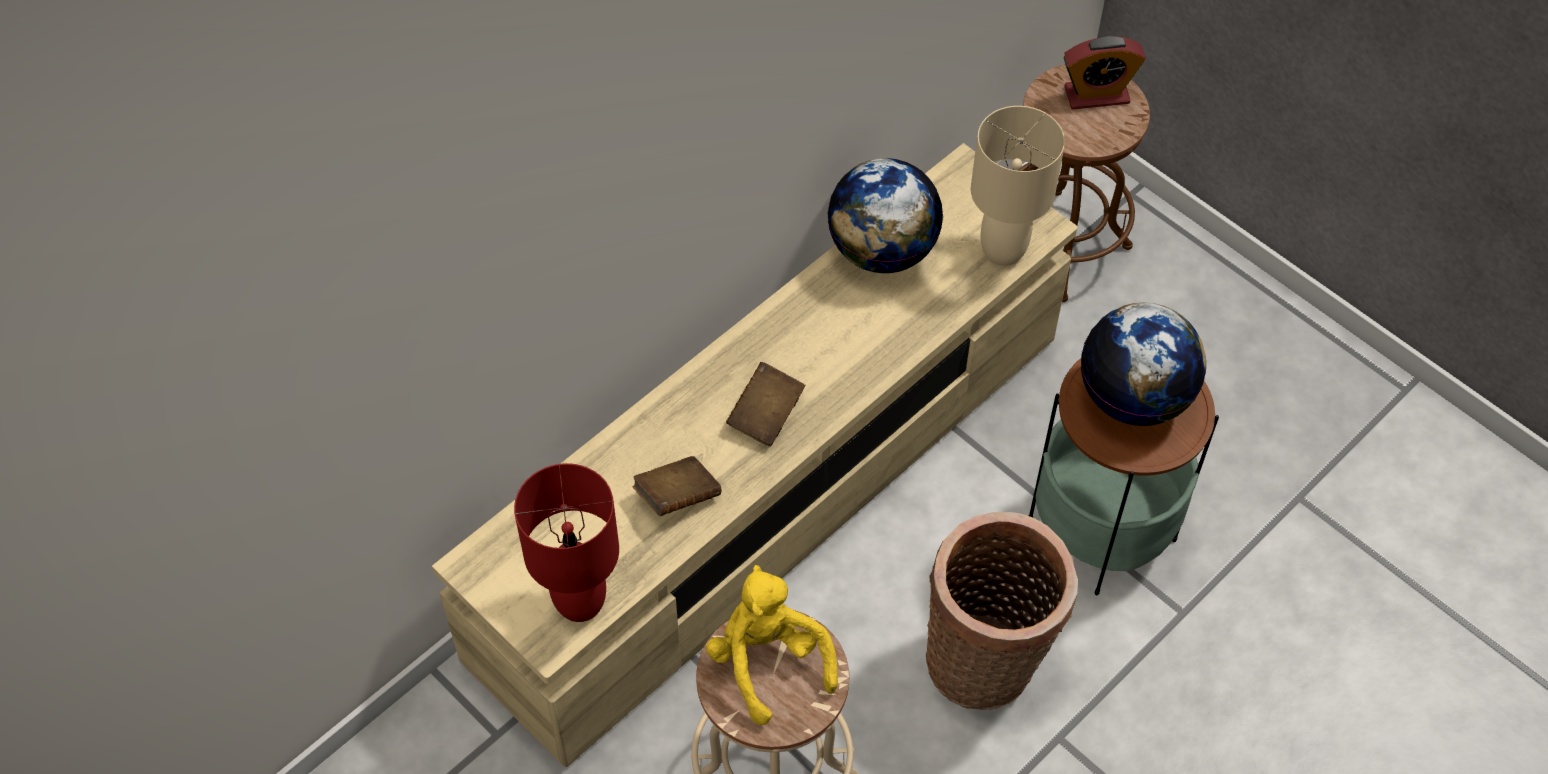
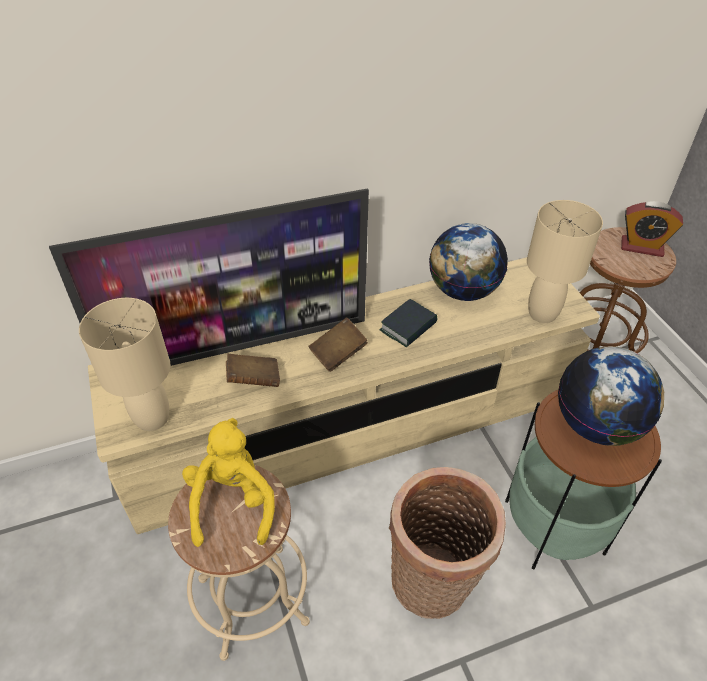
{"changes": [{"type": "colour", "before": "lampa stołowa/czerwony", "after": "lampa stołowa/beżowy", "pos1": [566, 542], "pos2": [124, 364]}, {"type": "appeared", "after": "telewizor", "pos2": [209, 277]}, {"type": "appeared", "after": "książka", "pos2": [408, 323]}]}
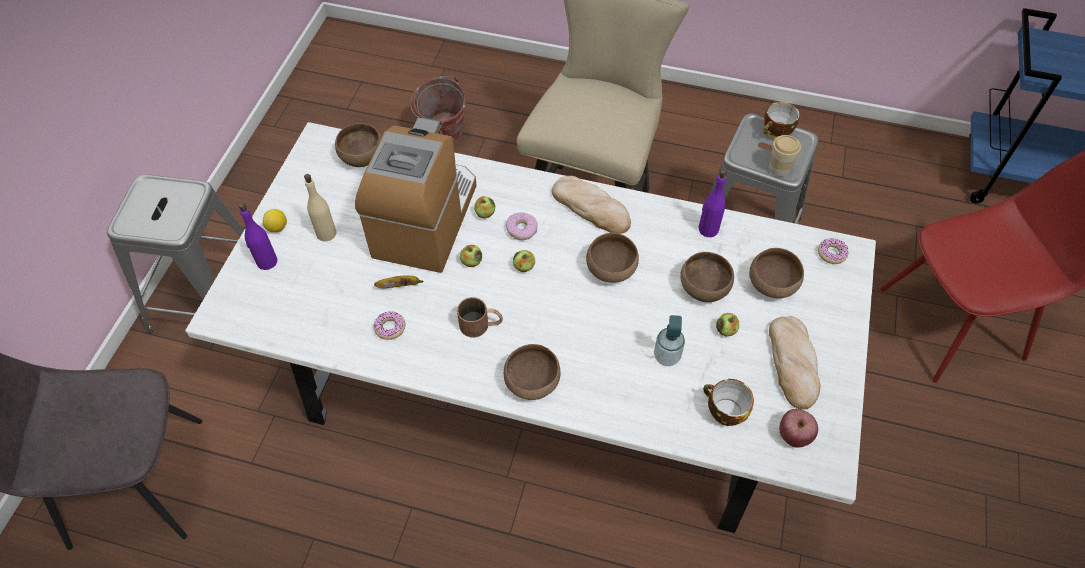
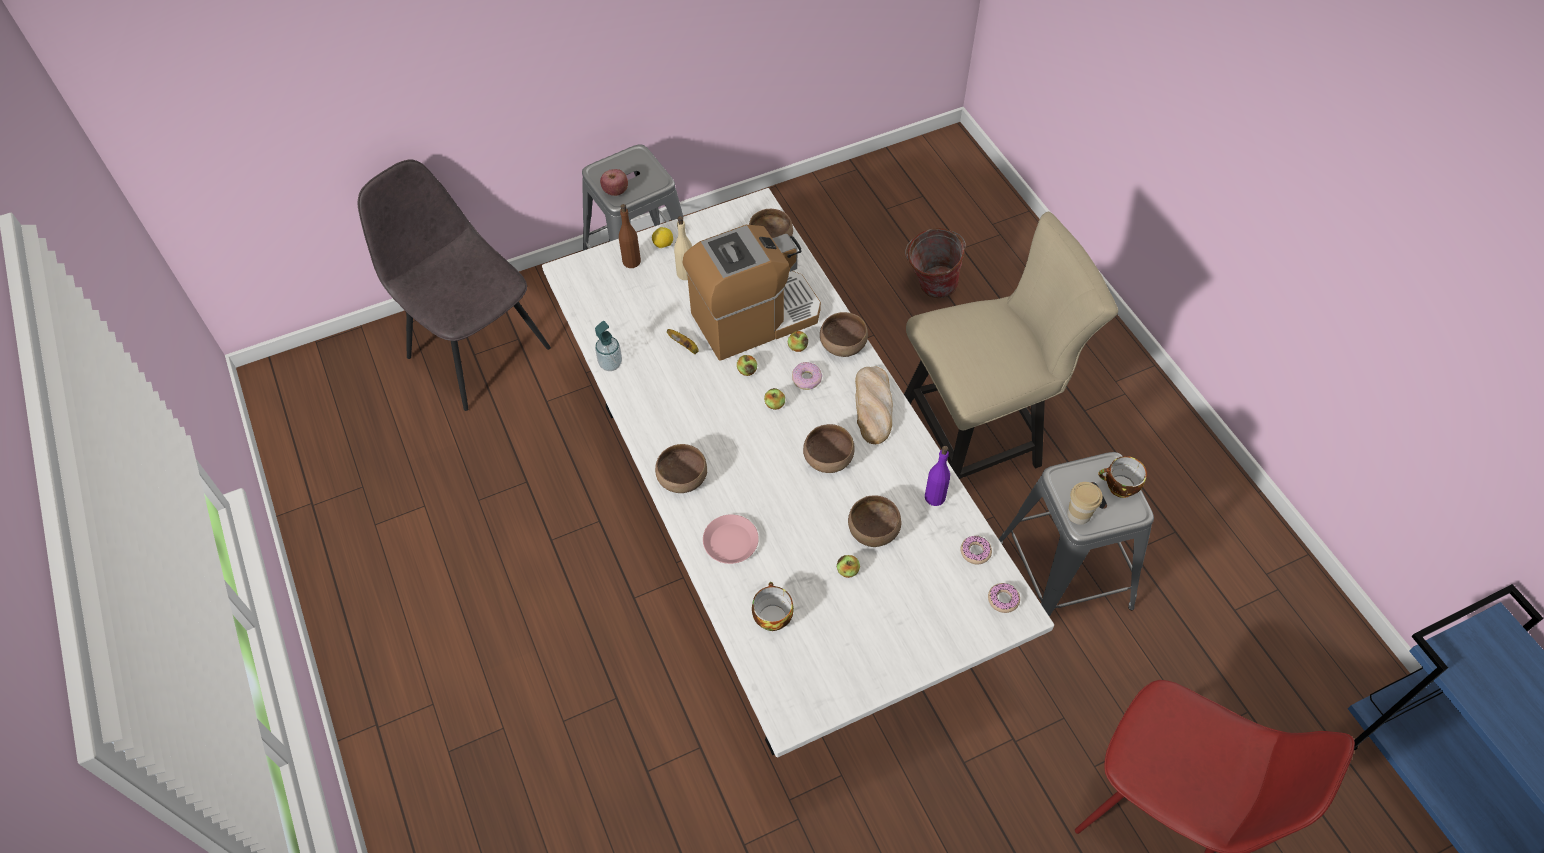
{"changes": [{"type": "colour", "before": "butelka/fioletowy", "after": "butelka/brązowy", "pos1": [258, 236], "pos2": [630, 236]}, {"type": "relocated", "before": "donut", "pos1": [389, 325], "pos2": [976, 550]}, {"type": "missing", "before": "kubek/brązowy", "pos1": [480, 317]}, {"type": "relocated", "before": "dozownik mydła", "pos1": [669, 340], "pos2": [608, 346]}, {"type": "relocated", "before": "miska/brązowy", "pos1": [776, 273], "pos2": [844, 334]}, {"type": "missing", "before": "chleb", "pos1": [794, 362]}, {"type": "relocated", "before": "jabłko", "pos1": [798, 428], "pos2": [614, 182]}, {"type": "appeared", "after": "talerz/różowy", "pos2": [731, 539]}]}
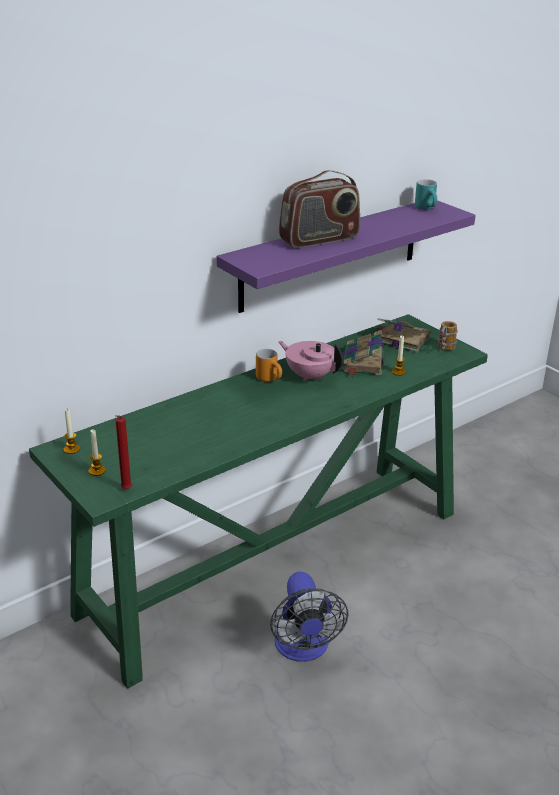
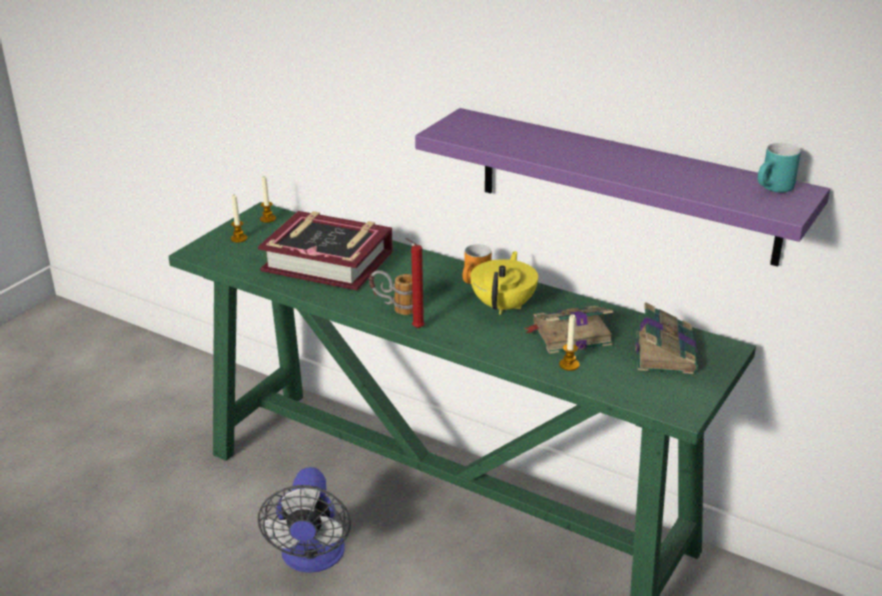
{"changes": [{"type": "relocated", "before": "świeca/czerwony", "pos1": [123, 452], "pos2": [415, 283]}, {"type": "spun", "before": "wentylator", "pos1": [309, 617], "pos2": [304, 520], "turn": -60}, {"type": "colour", "before": "imbryk/różowy", "after": "imbryk/żółty", "pos1": [310, 361], "pos2": [504, 283]}, {"type": "missing", "before": "radio", "pos1": [319, 209]}, {"type": "relocated", "before": "kubek", "pos1": [448, 336], "pos2": [391, 292]}, {"type": "appeared", "after": "książka", "pos2": [325, 251]}]}
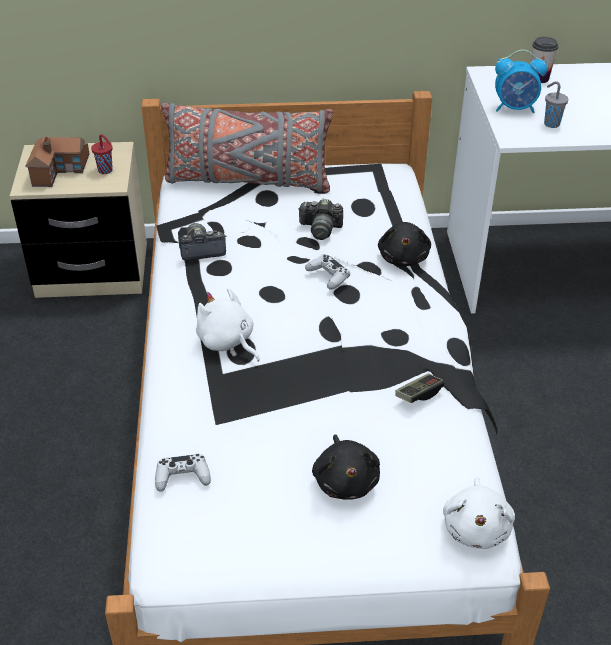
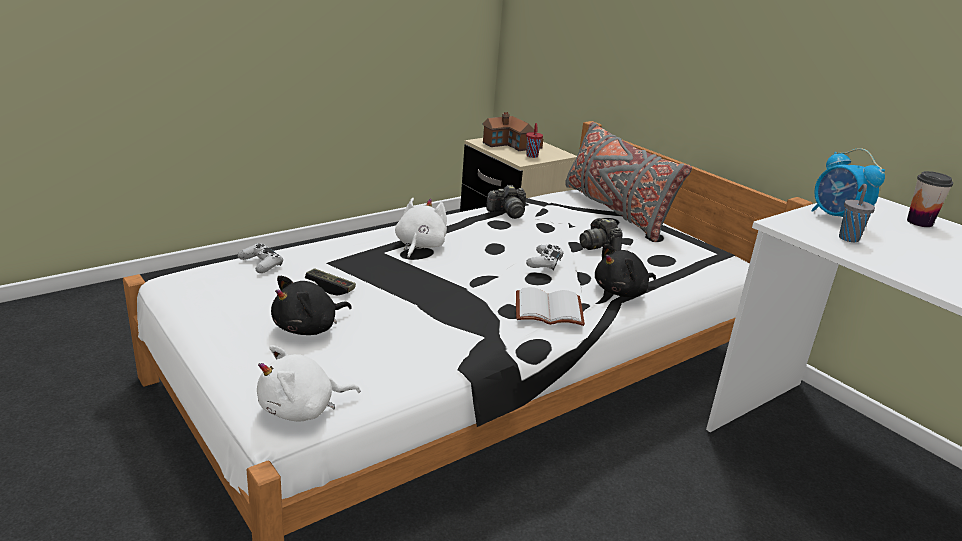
{"changes": [{"type": "spun", "before": "aparat fotograficzny", "pos1": [202, 242], "pos2": [506, 202], "turn": 120}, {"type": "relocated", "before": "pad do gier", "pos1": [419, 388], "pos2": [330, 282]}, {"type": "appeared", "after": "książka/biały", "pos2": [550, 306]}]}
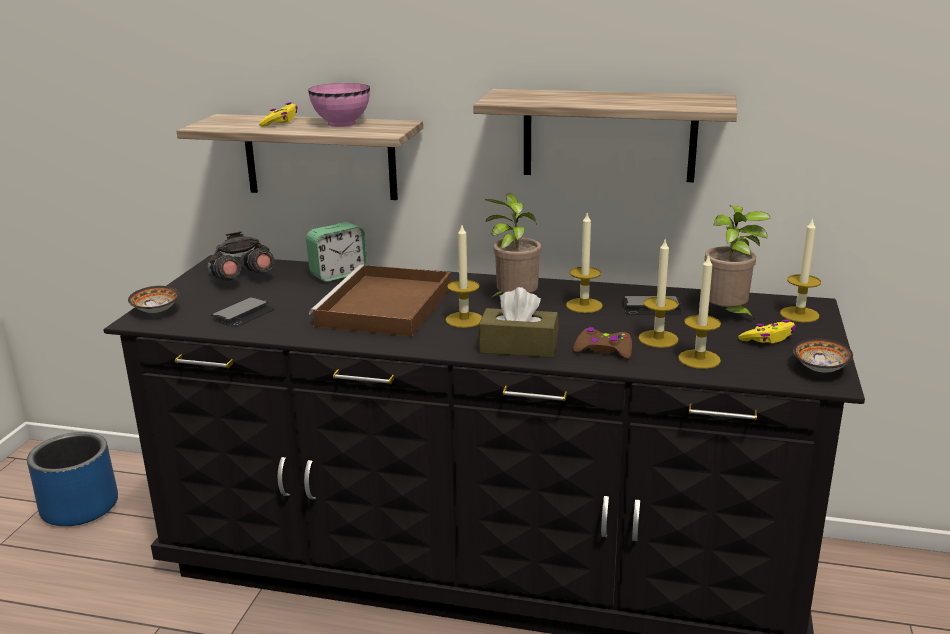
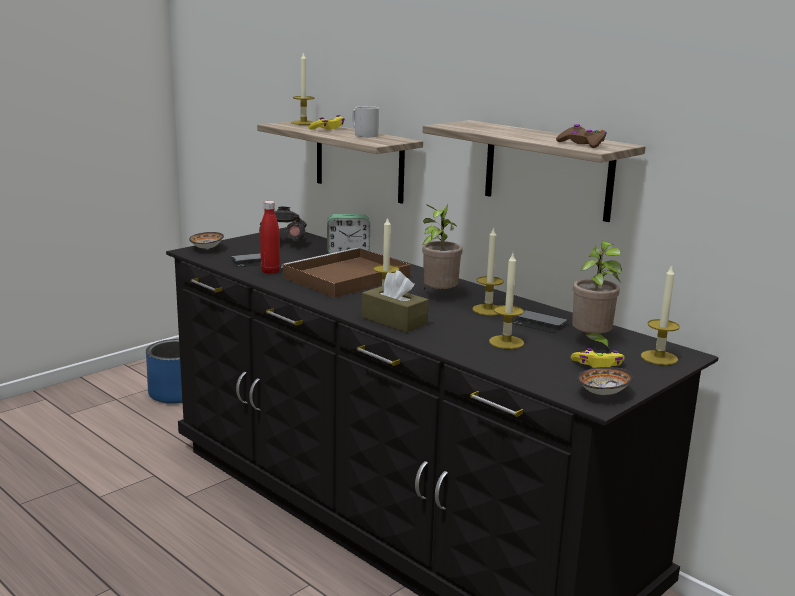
{"changes": [{"type": "exchanged", "before": "miska/różowy", "after": "kubek/biały", "pos1": [339, 105], "pos2": [365, 121]}, {"type": "relocated", "before": "pad do gier/brązowy", "pos1": [602, 343], "pos2": [581, 136]}, {"type": "relocated", "before": "świeca", "pos1": [699, 311], "pos2": [303, 88]}, {"type": "appeared", "after": "butelka/czerwony", "pos2": [270, 237]}]}
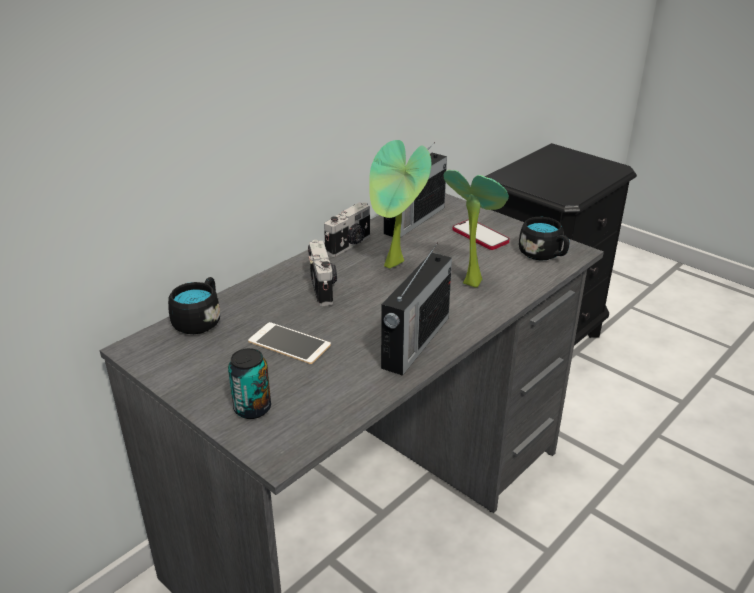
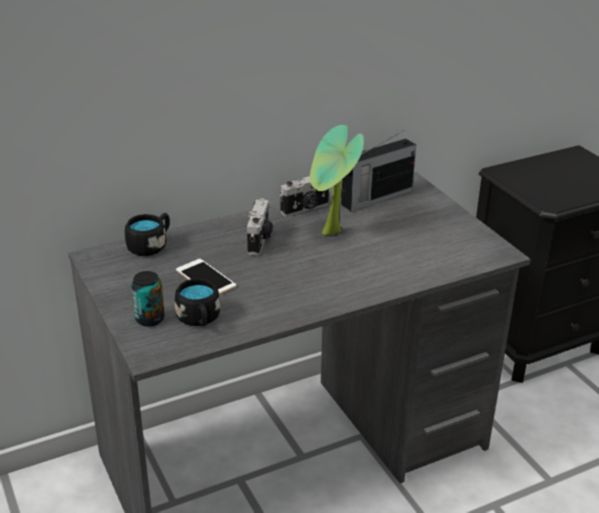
{"changes": [{"type": "missing", "before": "radio", "pos1": [416, 309]}, {"type": "missing", "before": "roślina doniczkowa", "pos1": [476, 229]}, {"type": "missing", "before": "telefon", "pos1": [481, 235]}, {"type": "relocated", "before": "kubek/czarny", "pos1": [544, 238], "pos2": [197, 302]}]}
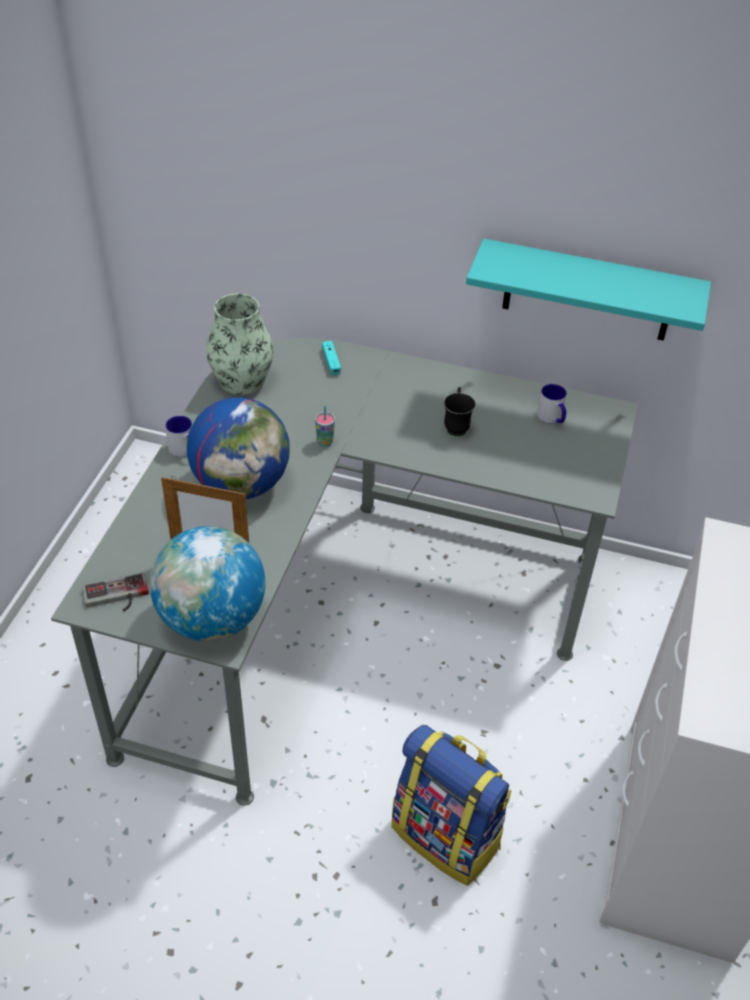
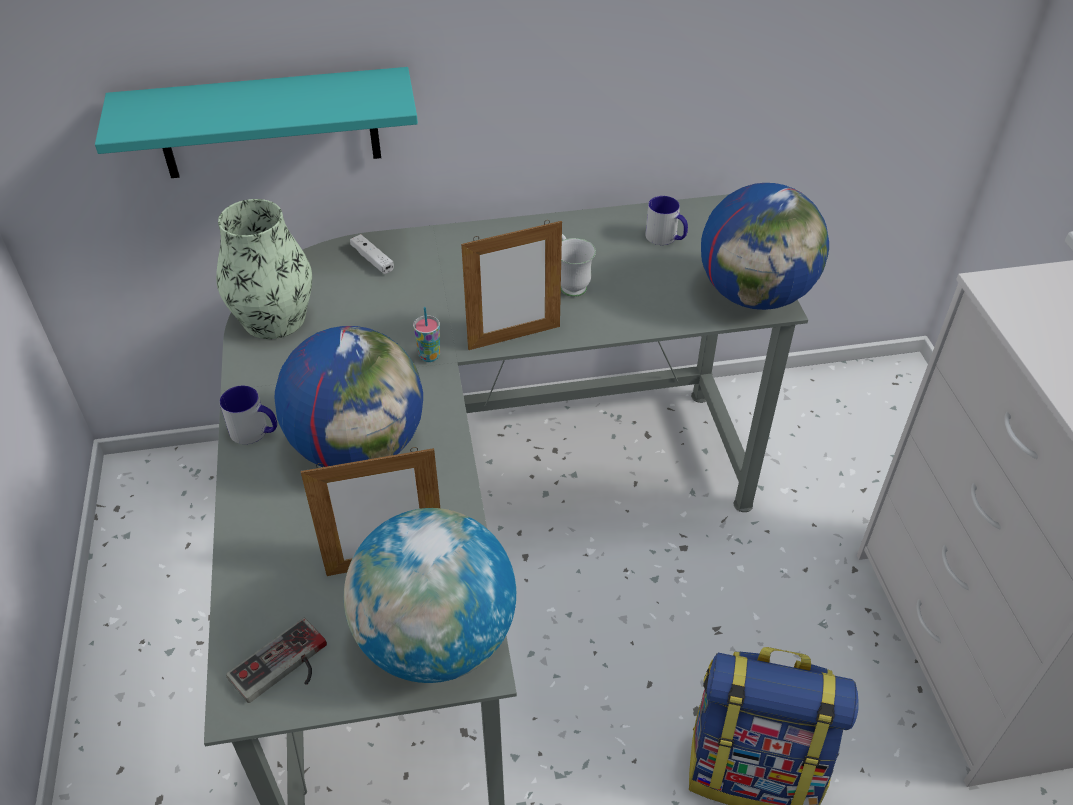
{"changes": [{"type": "colour", "before": "pad do gier/turkusowy", "after": "pad do gier/biały", "pos1": [331, 358], "pos2": [372, 254]}, {"type": "colour", "before": "kubek/czarny", "after": "kubek/biały", "pos1": [459, 412], "pos2": [578, 265]}, {"type": "relocated", "before": "półka/turkusowy", "pos1": [588, 290], "pos2": [256, 122]}, {"type": "appeared", "after": "ramka na zdjęcie", "pos2": [511, 285]}, {"type": "appeared", "after": "globus", "pos2": [765, 246]}]}
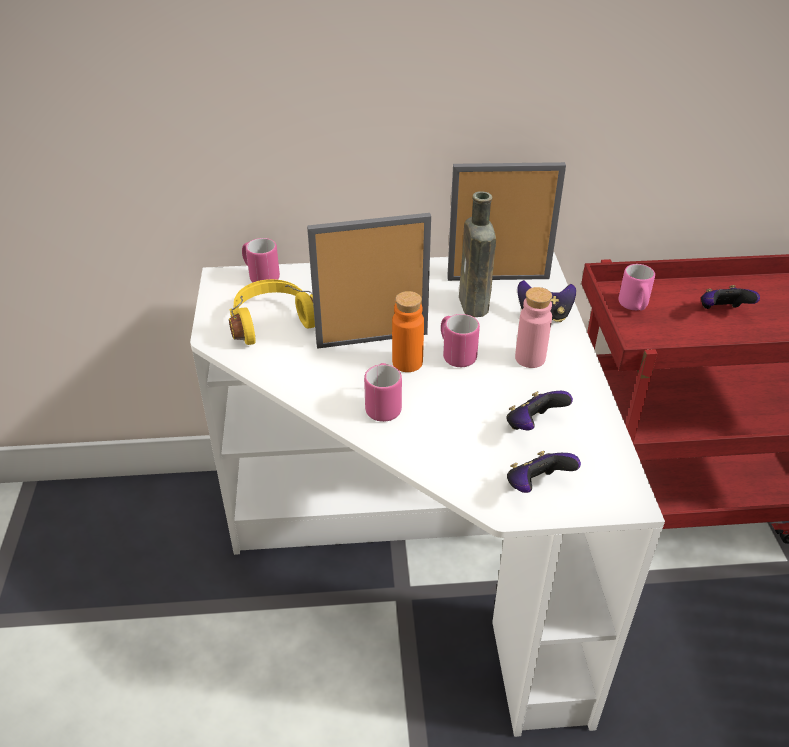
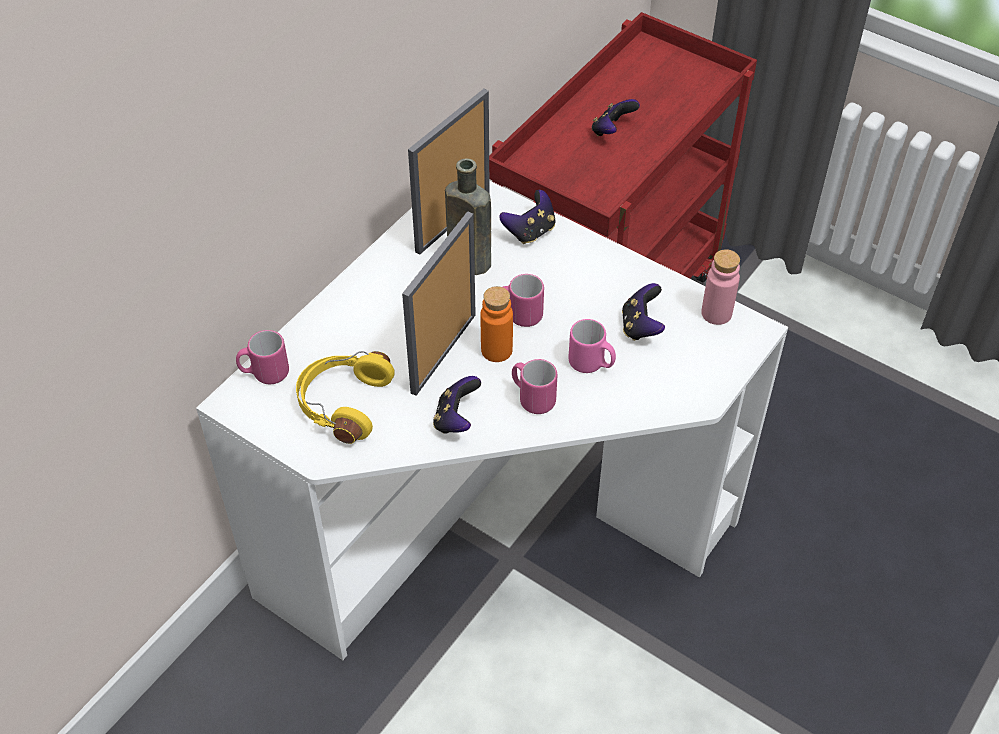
{"changes": [{"type": "relocated", "before": "pad do gier", "pos1": [544, 472], "pos2": [457, 405]}, {"type": "relocated", "before": "butelka/różowy", "pos1": [533, 327], "pos2": [720, 287]}, {"type": "relocated", "before": "kubek/różowy", "pos1": [637, 287], "pos2": [592, 346]}]}
